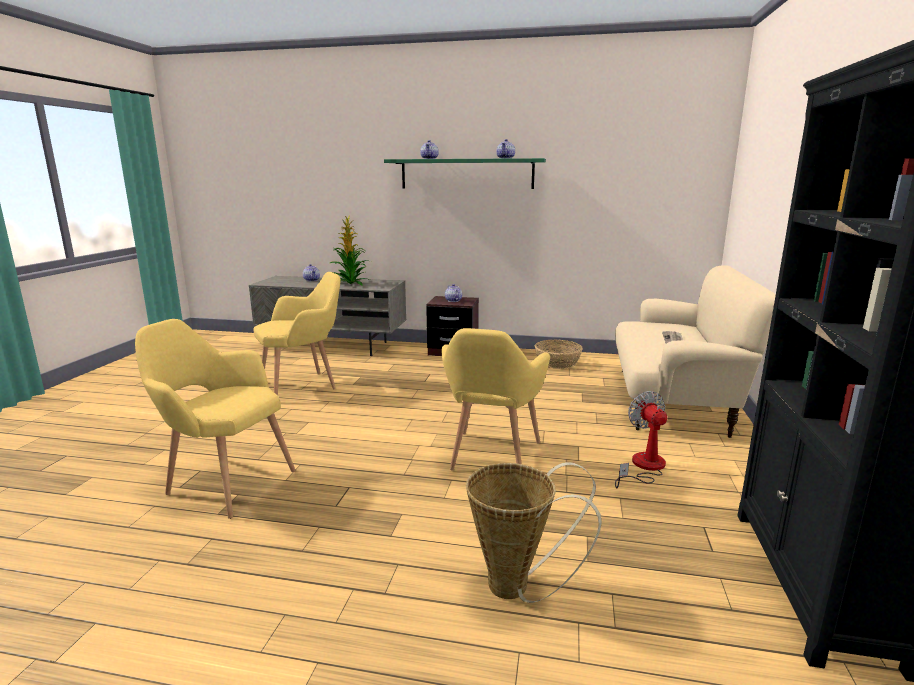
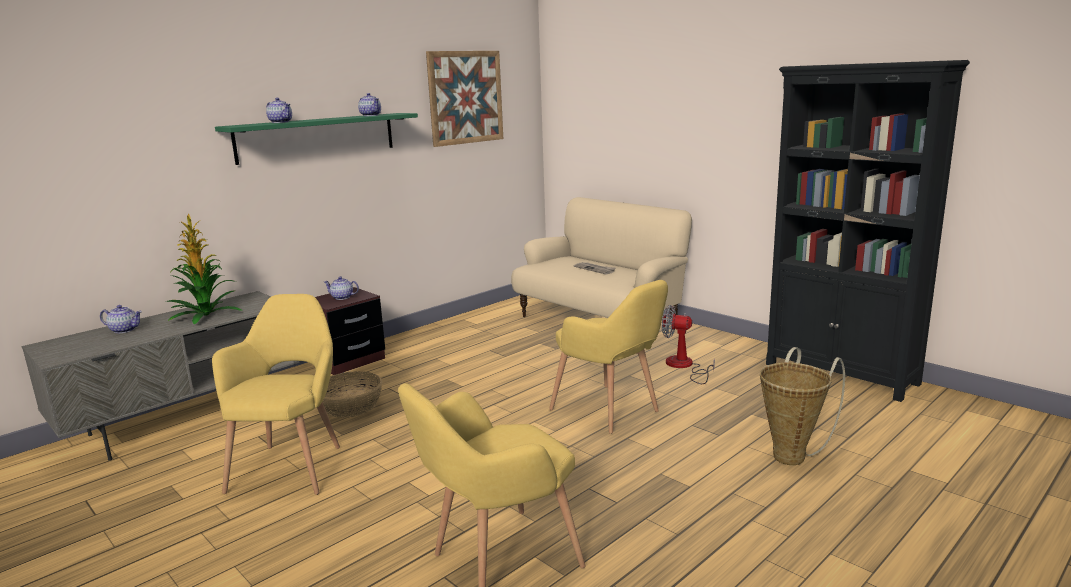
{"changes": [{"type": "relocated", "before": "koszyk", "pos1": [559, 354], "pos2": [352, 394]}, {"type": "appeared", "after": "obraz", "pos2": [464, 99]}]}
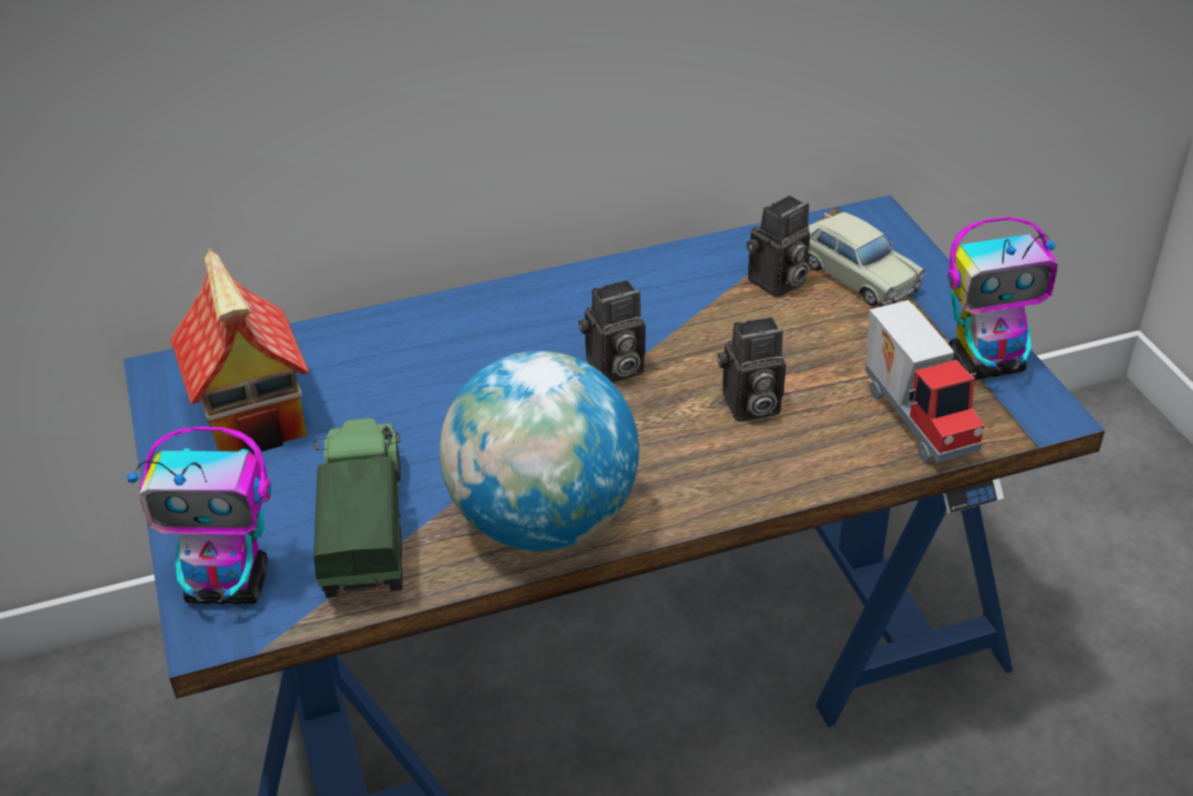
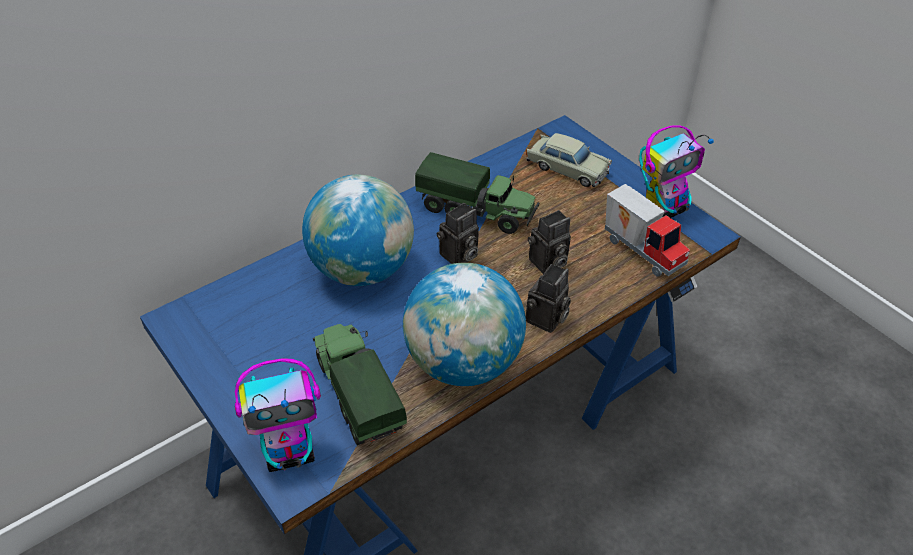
{"changes": [{"type": "missing", "before": "domek", "pos1": [240, 351]}, {"type": "relocated", "before": "aparat fotograficzny", "pos1": [778, 246], "pos2": [548, 298]}, {"type": "appeared", "after": "globus", "pos2": [358, 230]}, {"type": "appeared", "after": "ciężarówka zabawkowa", "pos2": [477, 193]}]}
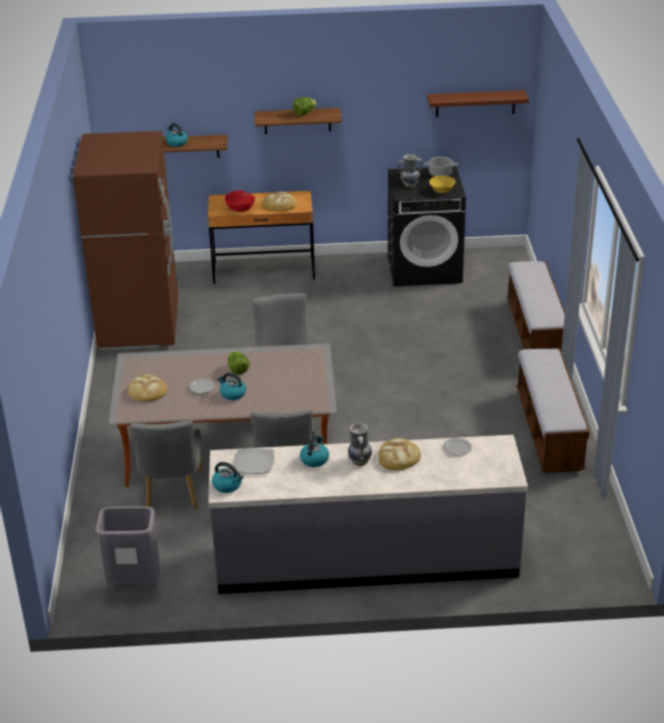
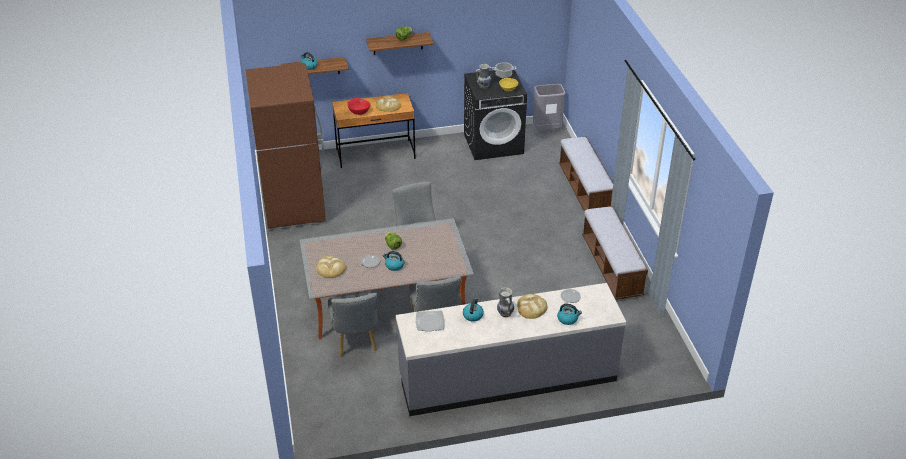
{"changes": [{"type": "relocated", "before": "kosz na śmieci/szary", "pos1": [127, 548], "pos2": [549, 107]}, {"type": "relocated", "before": "czajnik", "pos1": [228, 477], "pos2": [569, 314]}, {"type": "missing", "before": "półka/brązowy", "pos1": [478, 103]}]}
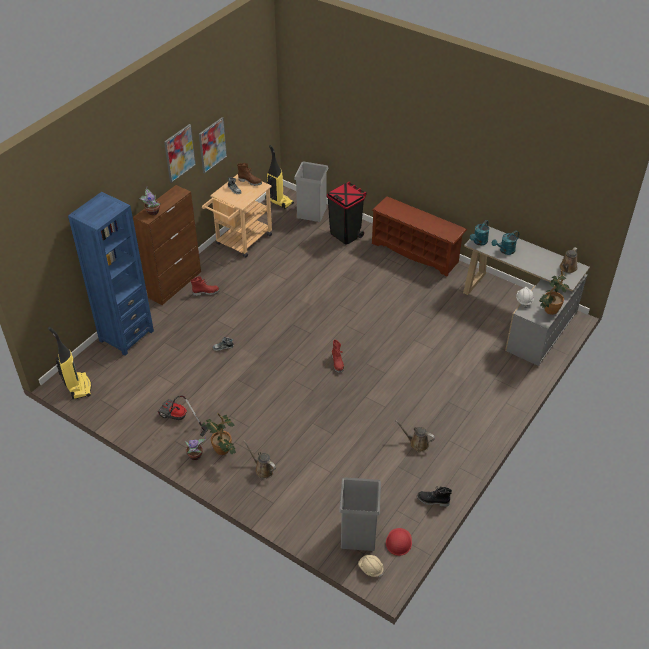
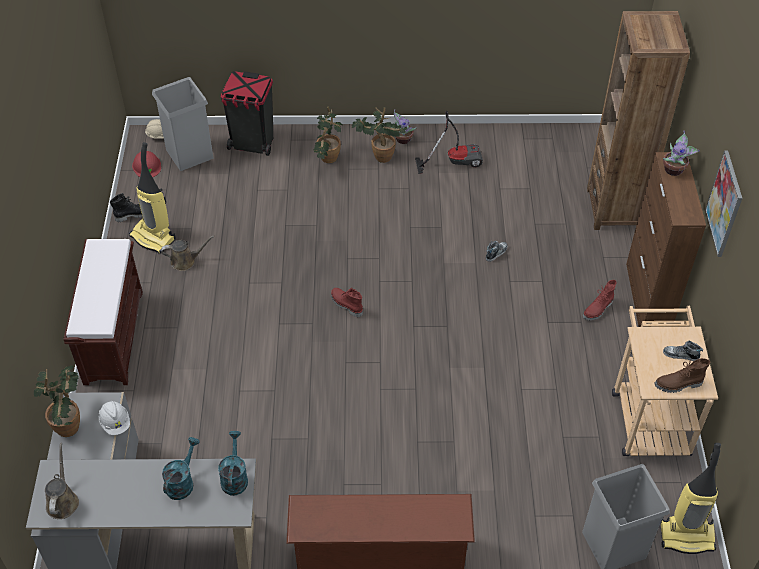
{"changes": [{"type": "relocated", "before": "odkurzacz", "pos1": [70, 363], "pos2": [152, 198]}, {"type": "colour", "before": "regał/niebieski", "after": "regał/brązowy", "pos1": [111, 274], "pos2": [638, 120]}, {"type": "missing", "before": "obraz", "pos1": [213, 145]}, {"type": "exchanged", "before": "konewka/brązowy", "after": "roślina doniczkowa", "pos1": [260, 459], "pos2": [328, 135]}, {"type": "relocated", "before": "kosz na śmieci/czarny", "pos1": [347, 213], "pos2": [246, 113]}, {"type": "appeared", "after": "ławka/brązowy", "pos2": [103, 312]}]}
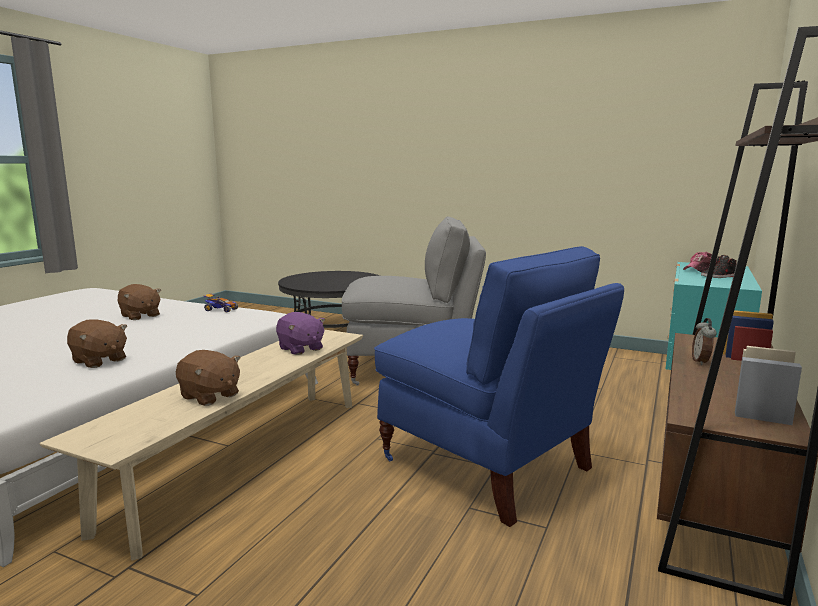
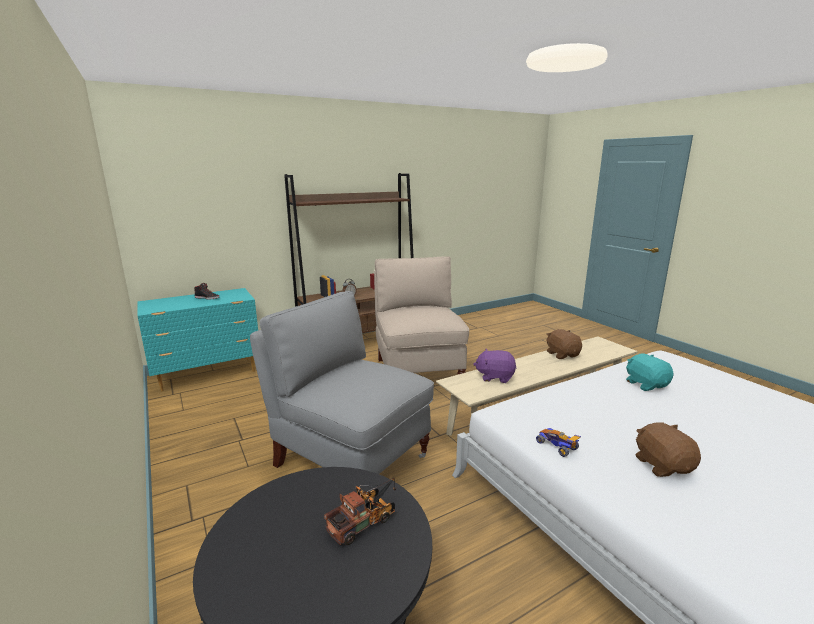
{"changes": [{"type": "colour", "before": "pluszak/brązowy", "after": "pluszak/turkusowy", "pos1": [97, 343], "pos2": [650, 372]}, {"type": "spun", "before": "pluszak/fioletowy", "pos1": [300, 333], "pos2": [495, 366], "turn": -75}, {"type": "colour", "before": "krzesło/niebieski", "after": "krzesło/beżowy", "pos1": [499, 386], "pos2": [421, 315]}, {"type": "missing", "before": "czapka z daszkiem", "pos1": [701, 262]}, {"type": "appeared", "after": "ciężarówka zabawkowa", "pos2": [360, 511]}]}
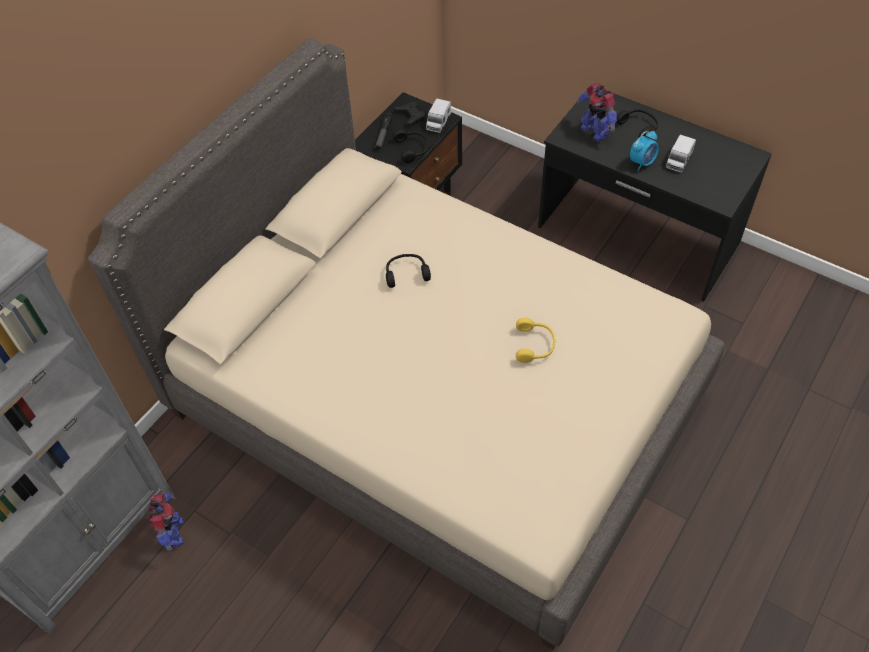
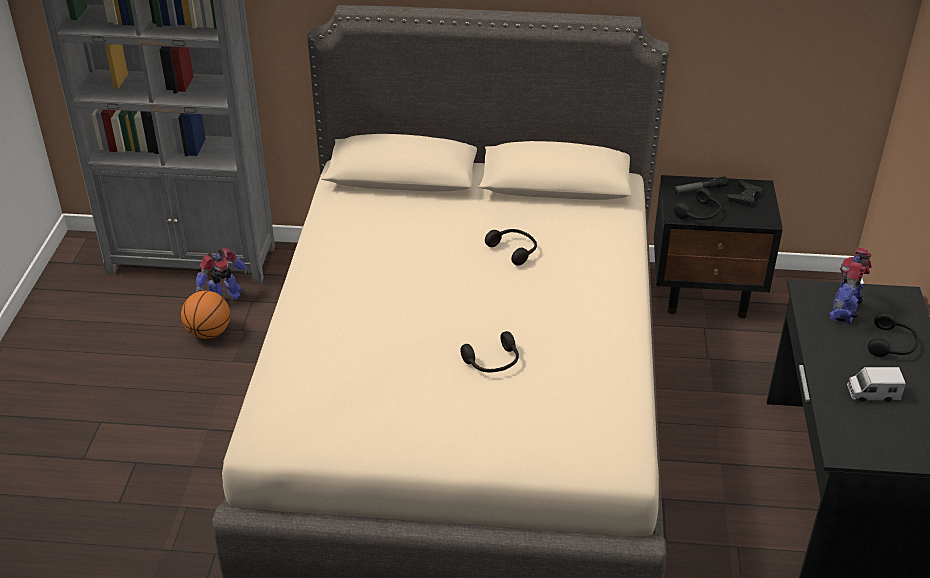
{"changes": [{"type": "missing", "before": "ciężarówka zabawkowa", "pos1": [438, 115]}, {"type": "colour", "before": "słuchawki/żółty", "after": "słuchawki/czarny", "pos1": [536, 340], "pos2": [489, 351]}, {"type": "missing", "before": "budzik", "pos1": [644, 151]}, {"type": "appeared", "after": "piłka do koszykówki", "pos2": [205, 315]}]}
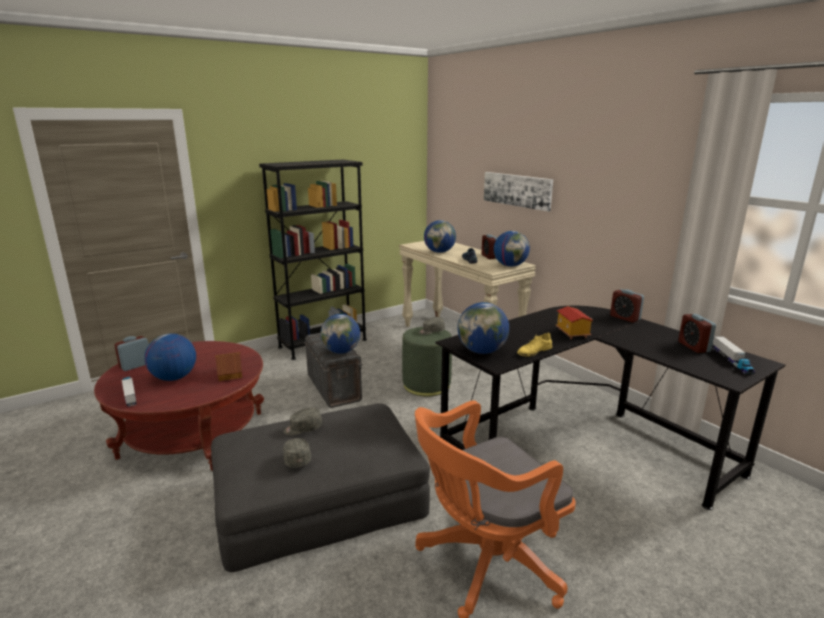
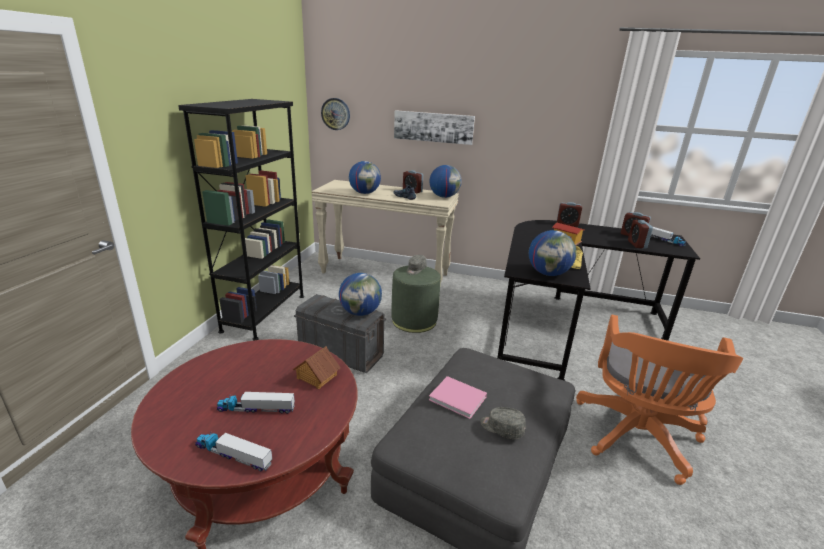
{"changes": [{"type": "relocated", "before": "budzik", "pos1": [131, 353], "pos2": [640, 234]}, {"type": "exchanged", "before": "globus", "after": "ciężarówka zabawkowa", "pos1": [170, 357], "pos2": [256, 403]}, {"type": "exchanged", "before": "czapka z daszkiem/szary", "after": "książka/różowy", "pos1": [302, 421], "pos2": [458, 397]}, {"type": "appeared", "after": "zegar ścienny", "pos2": [335, 114]}]}
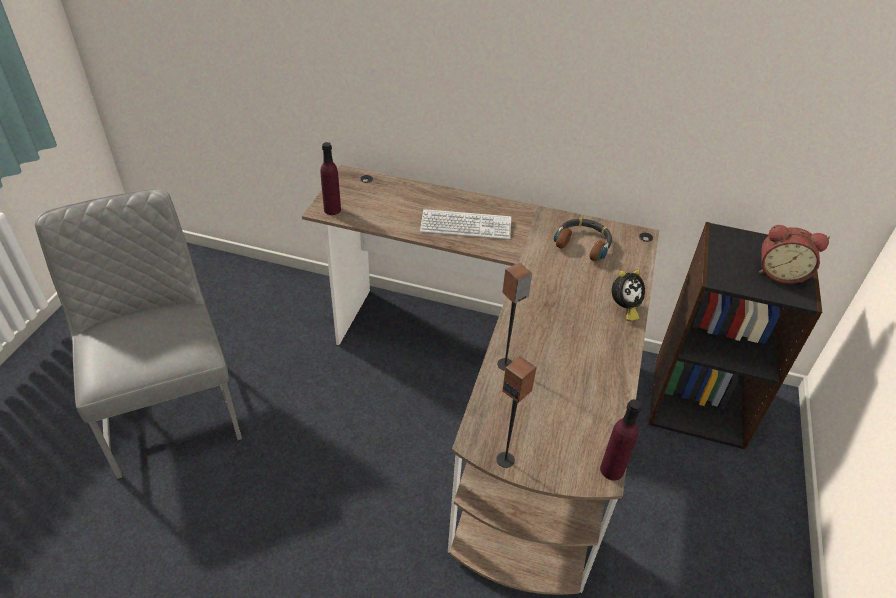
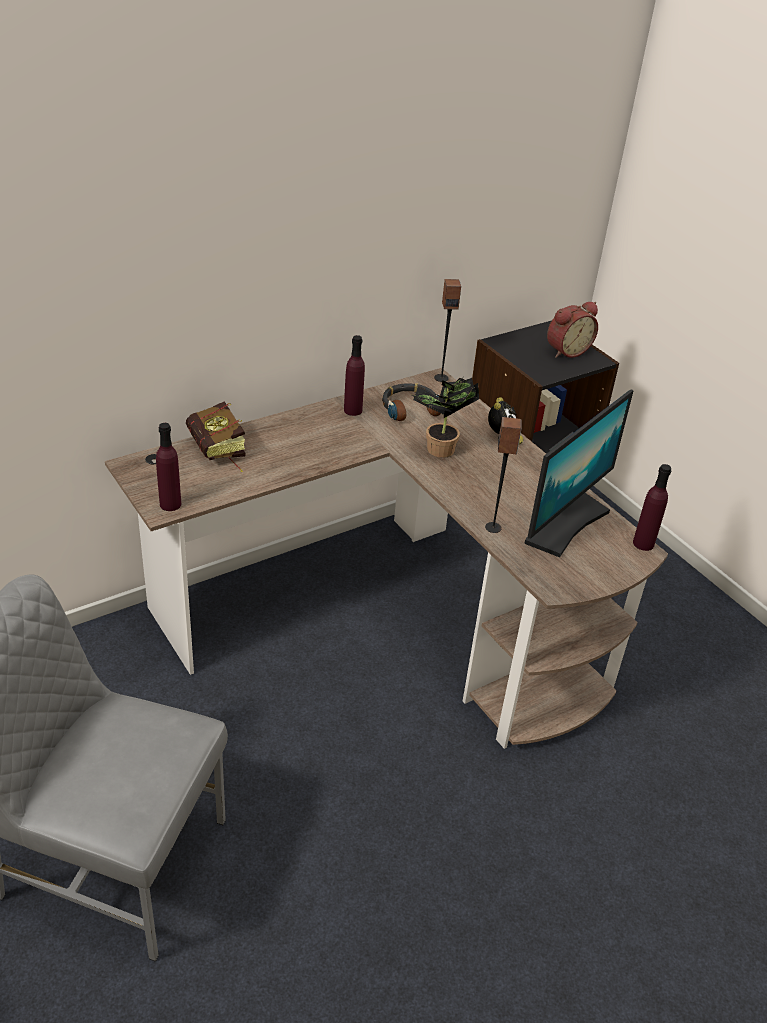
{"changes": [{"type": "missing", "before": "klawiatura", "pos1": [465, 224]}, {"type": "relocated", "before": "głośnik", "pos1": [516, 412], "pos2": [448, 330]}, {"type": "appeared", "after": "książka", "pos2": [216, 436]}, {"type": "appeared", "after": "butelka/fioletowy", "pos2": [354, 375]}, {"type": "appeared", "after": "roślina doniczkowa", "pos2": [444, 417]}, {"type": "appeared", "after": "monitor", "pos2": [579, 473]}]}
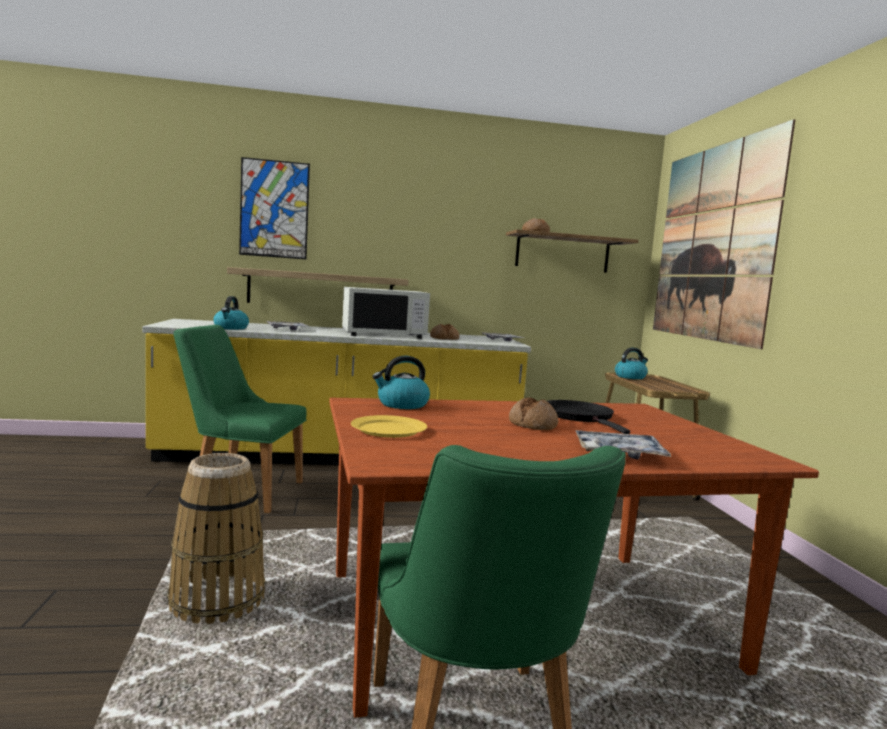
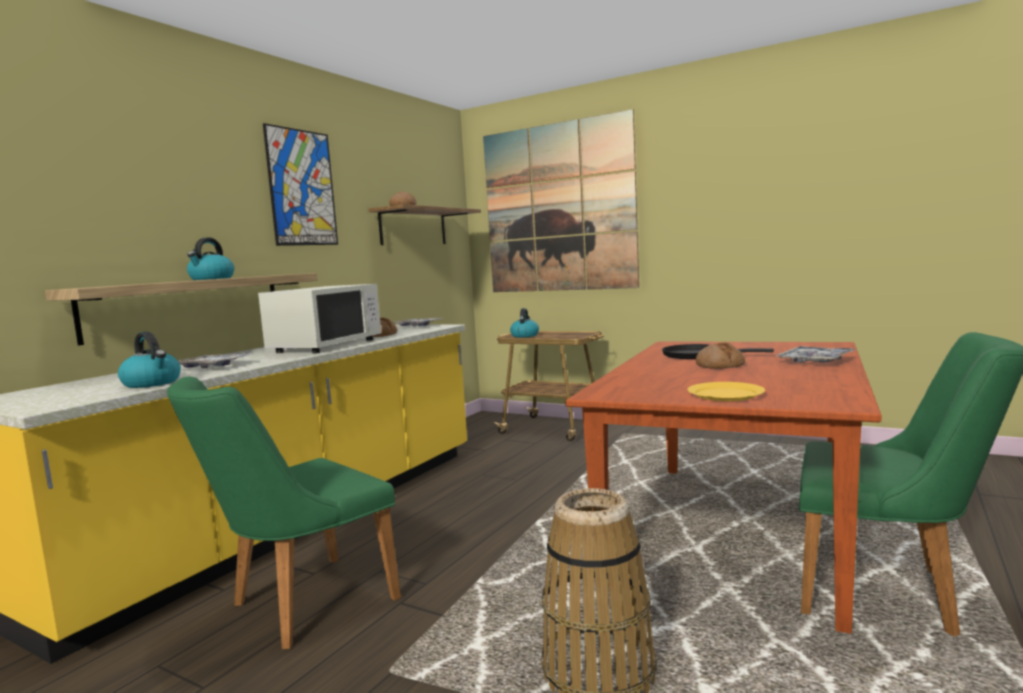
{"changes": [{"type": "relocated", "before": "obraz", "pos1": [274, 208], "pos2": [300, 184]}, {"type": "relocated", "before": "czajnik", "pos1": [401, 382], "pos2": [210, 258]}]}
